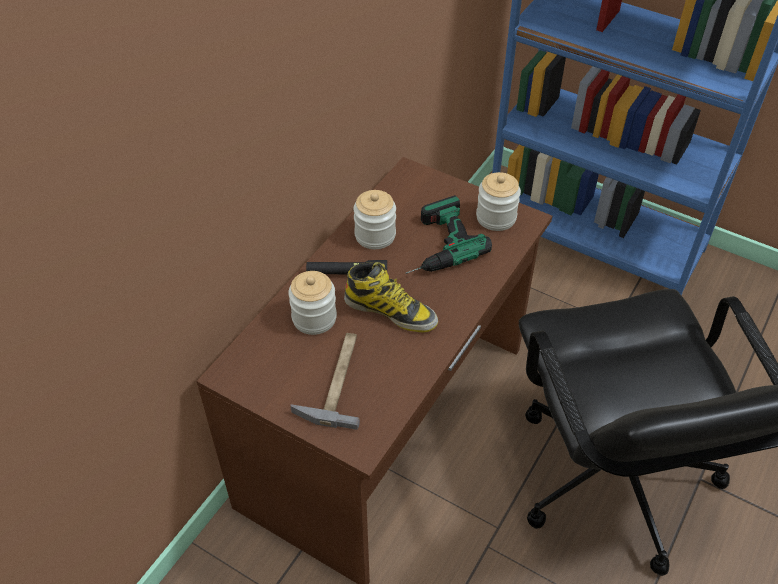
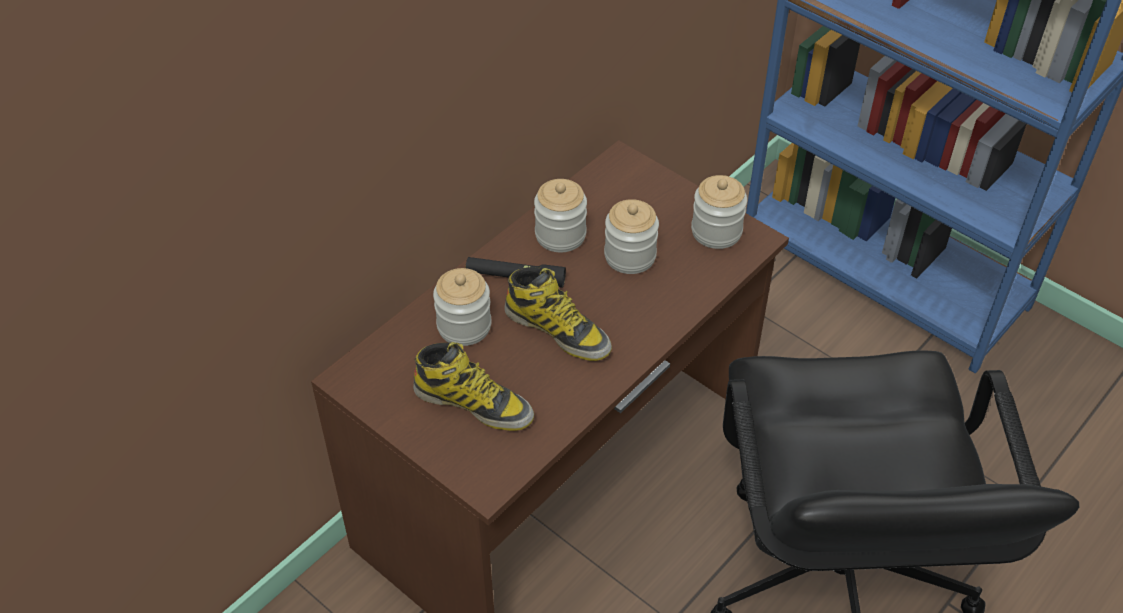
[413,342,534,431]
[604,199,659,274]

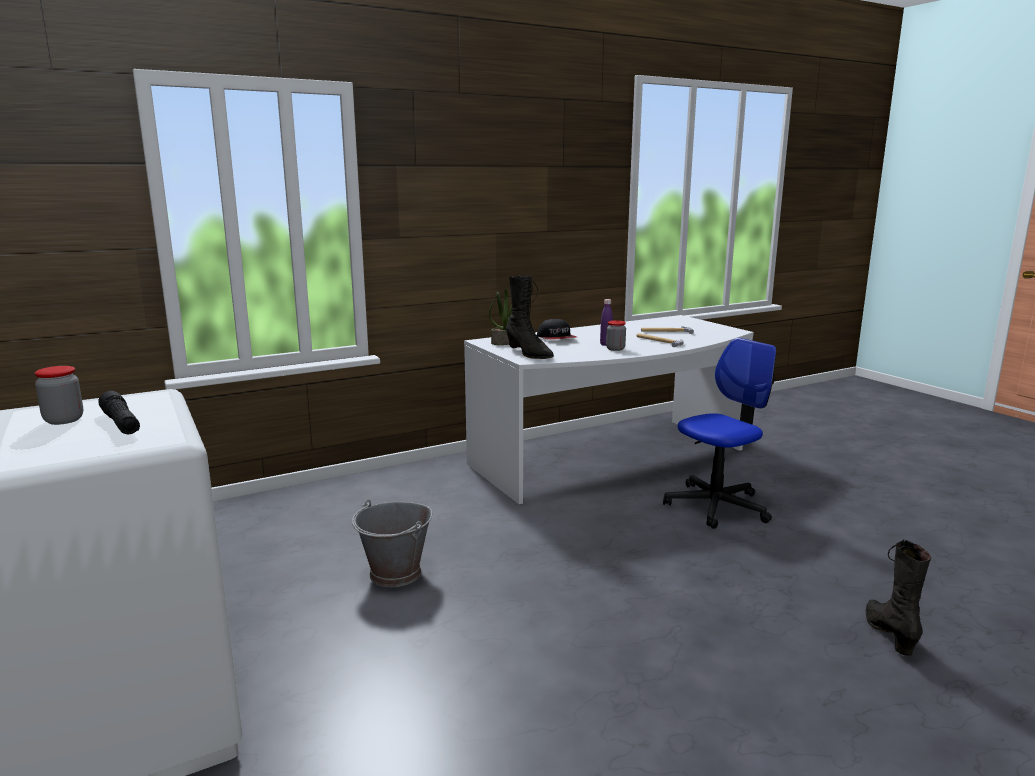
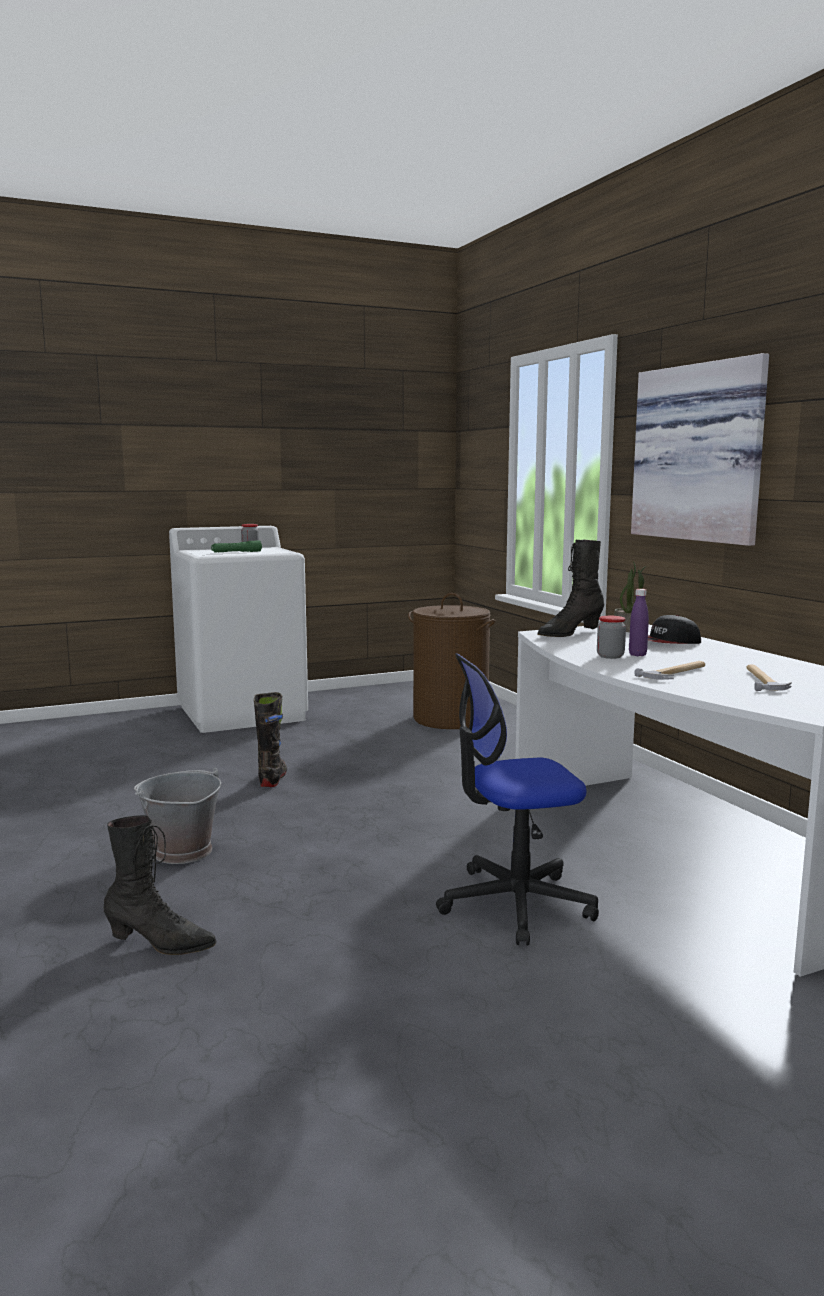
[134,767,221,864]
[211,540,262,552]
[254,692,287,787]
[408,593,495,729]
[436,653,599,945]
[631,353,769,546]

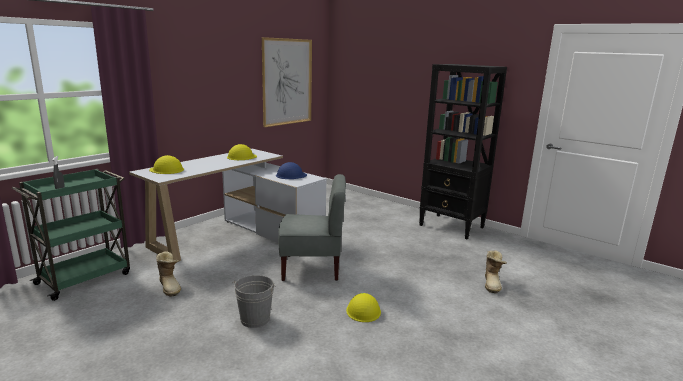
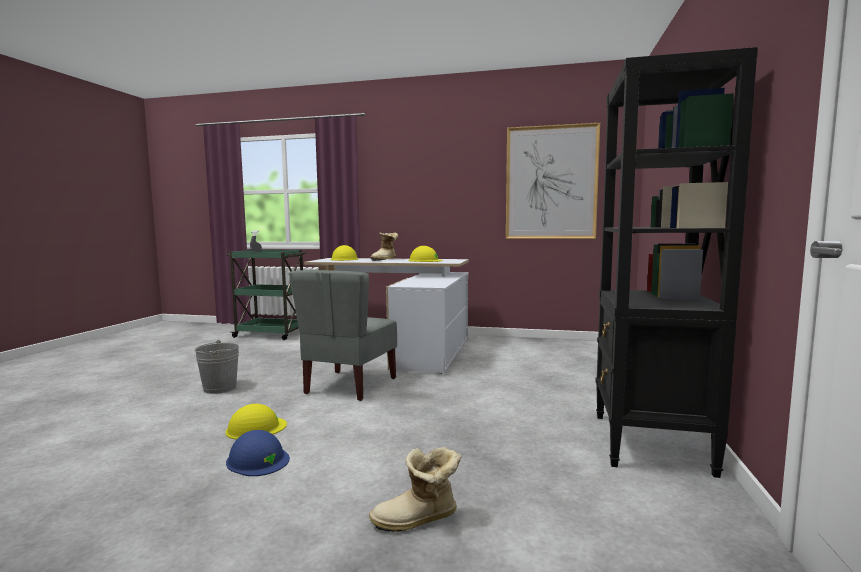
[226,430,290,476]
[289,270,397,401]
[370,232,398,261]

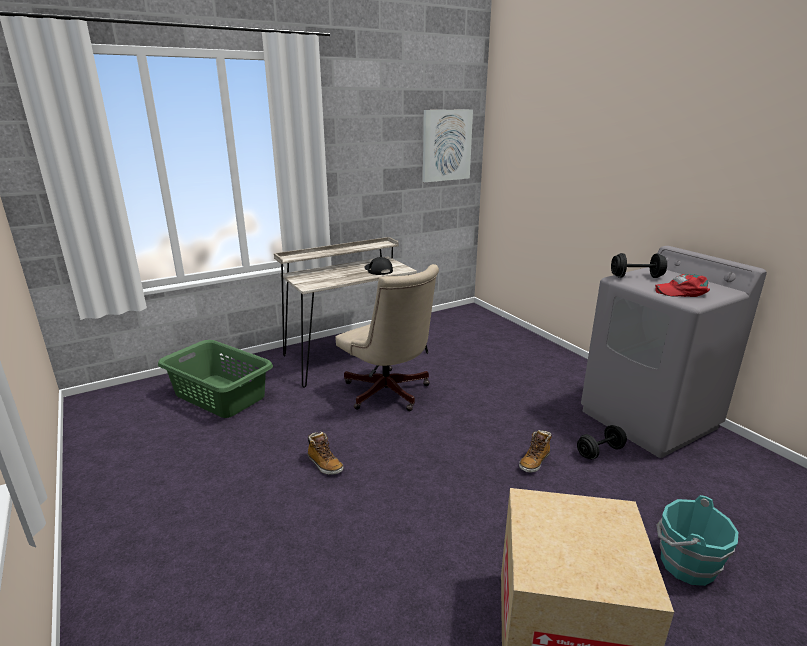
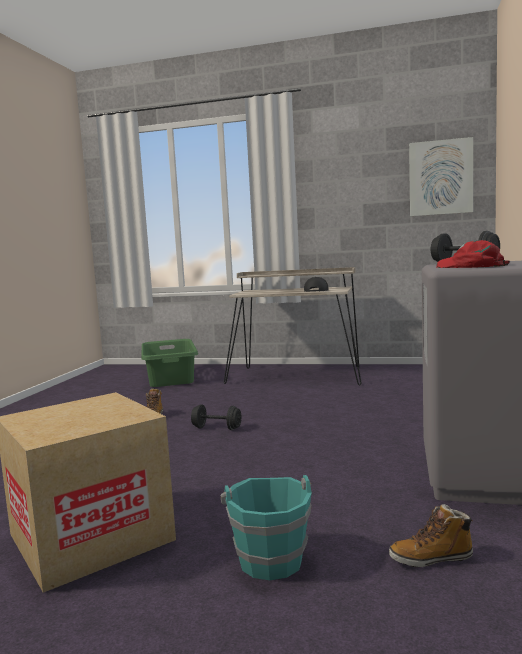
[191,404,241,430]
[389,504,474,567]
[335,264,439,411] (first image)

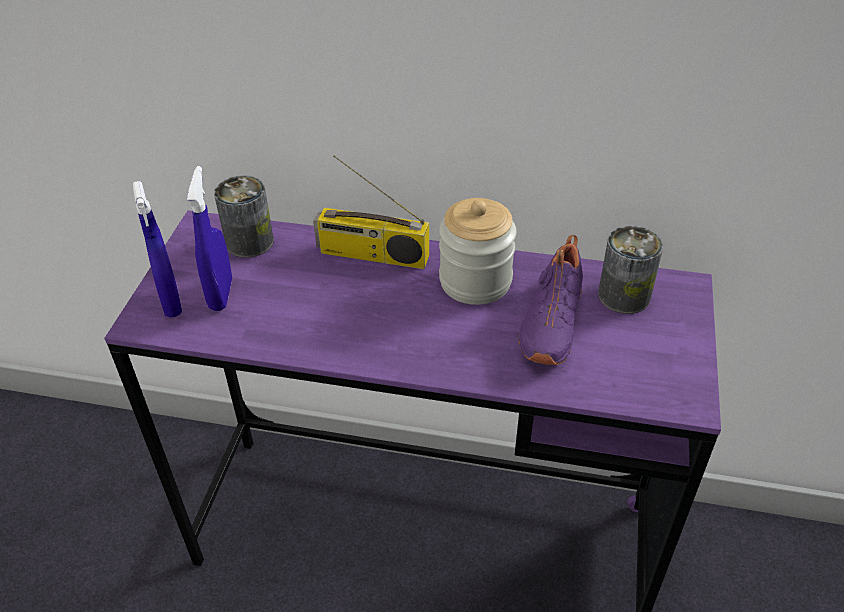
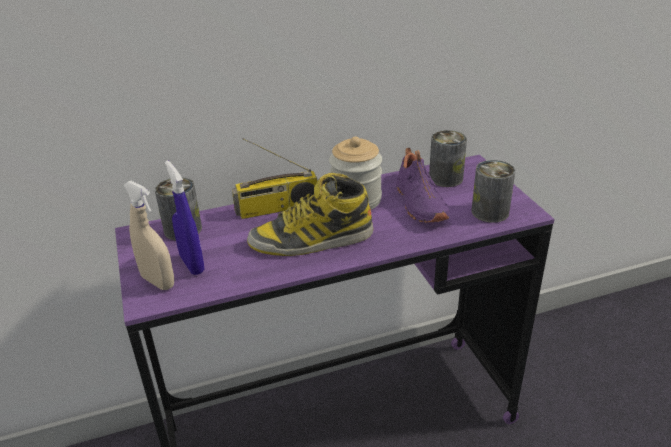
[123,180,174,290]
[247,173,373,256]
[472,160,515,223]

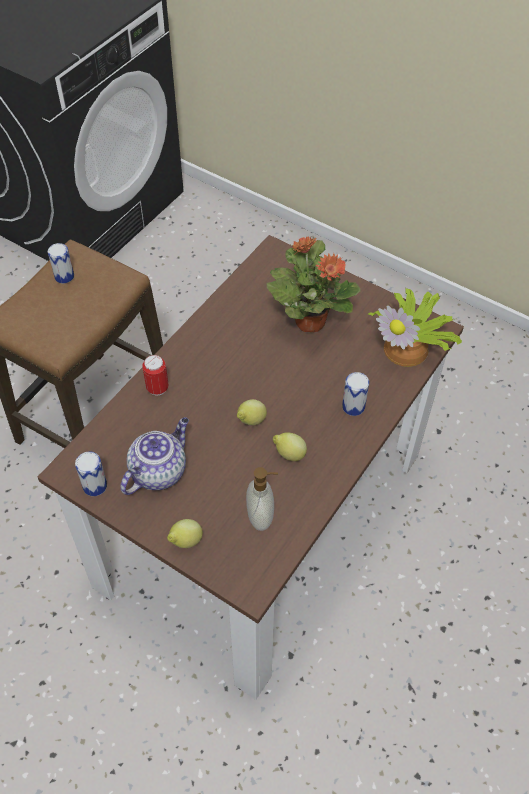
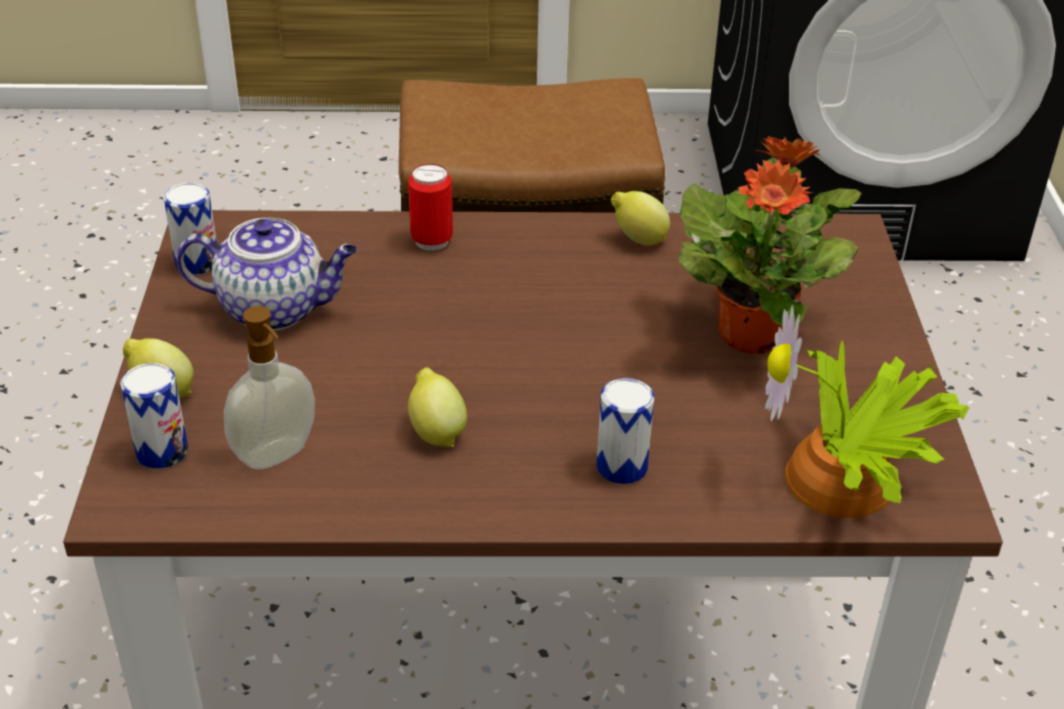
[120,363,188,469]
[611,191,670,246]

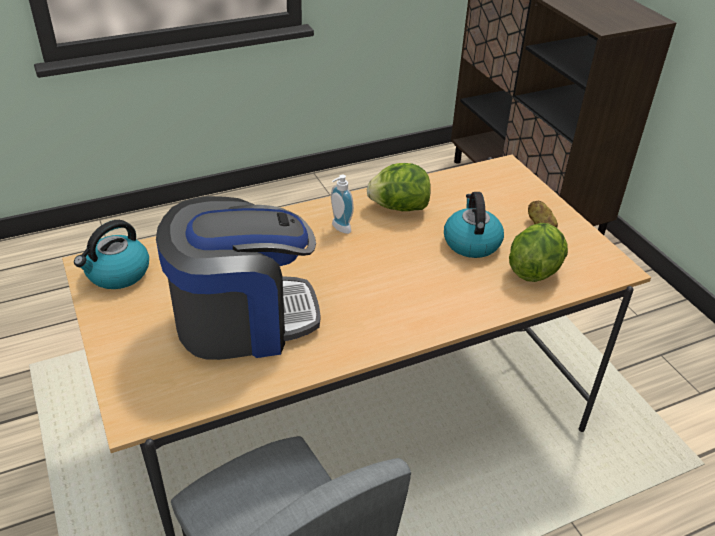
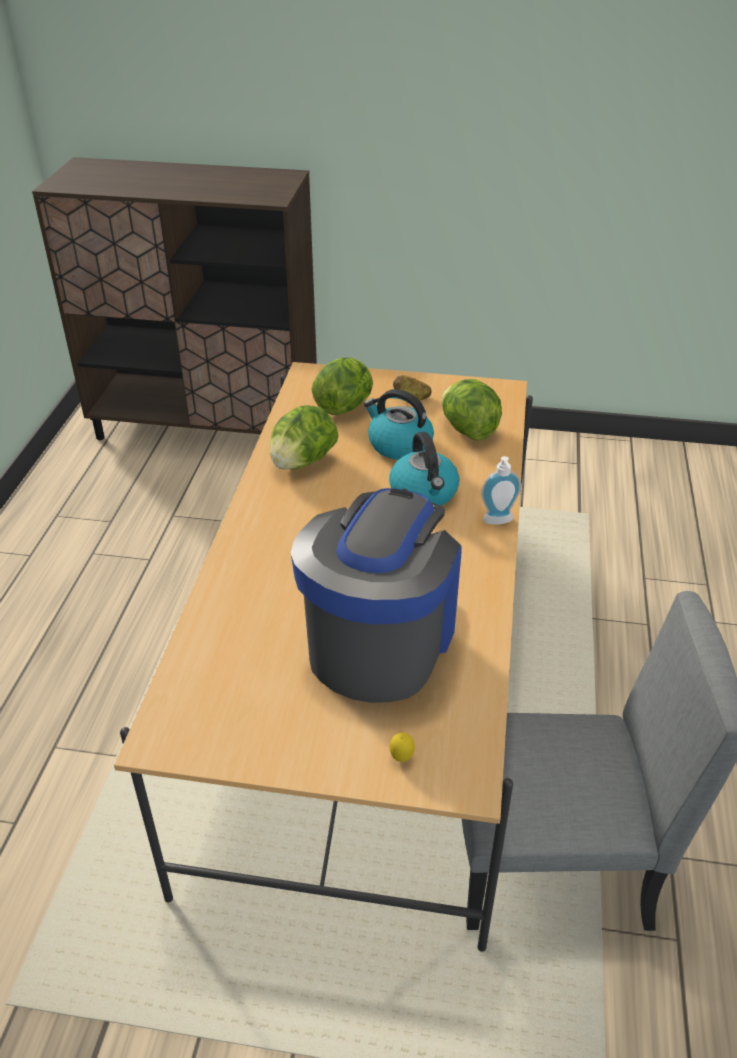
[311,357,373,415]
[389,432,459,506]
[390,733,415,762]
[481,456,521,524]

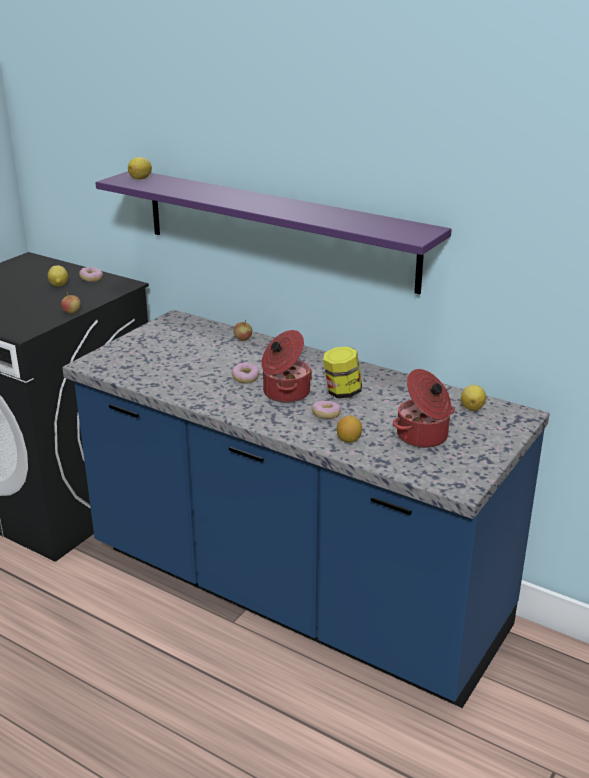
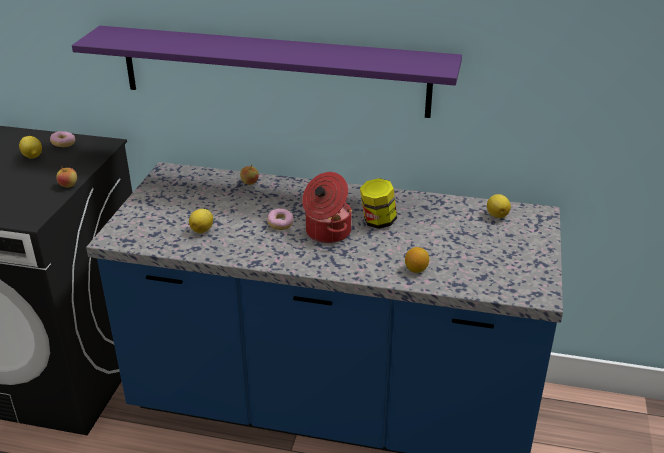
[189,209,213,233]
[311,401,341,419] (first image)
[393,369,455,448] (first image)

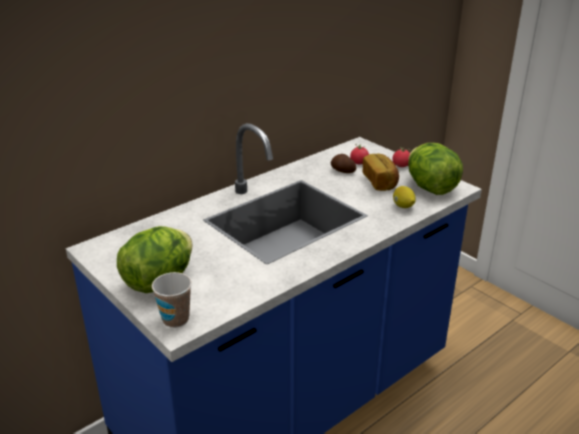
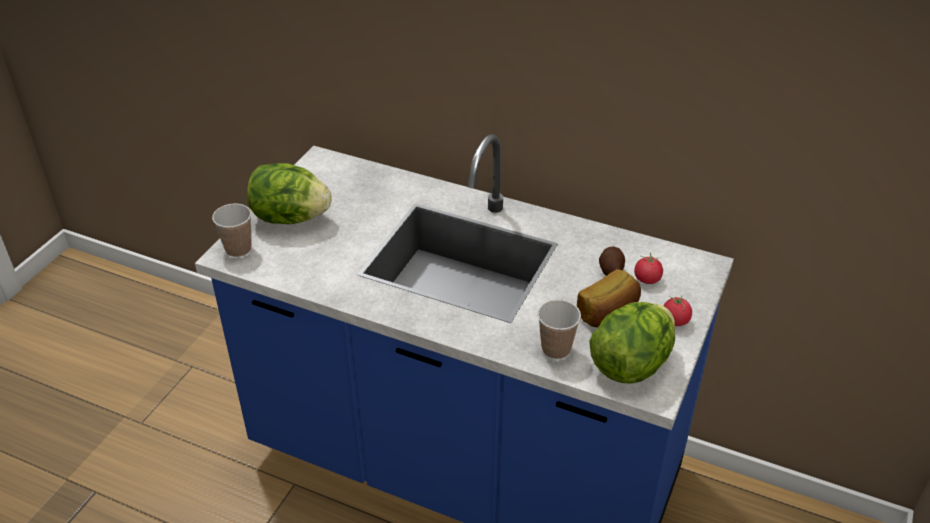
[538,300,581,359]

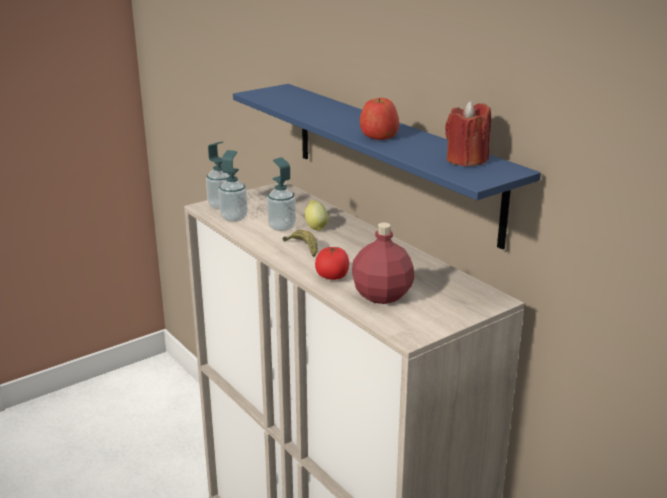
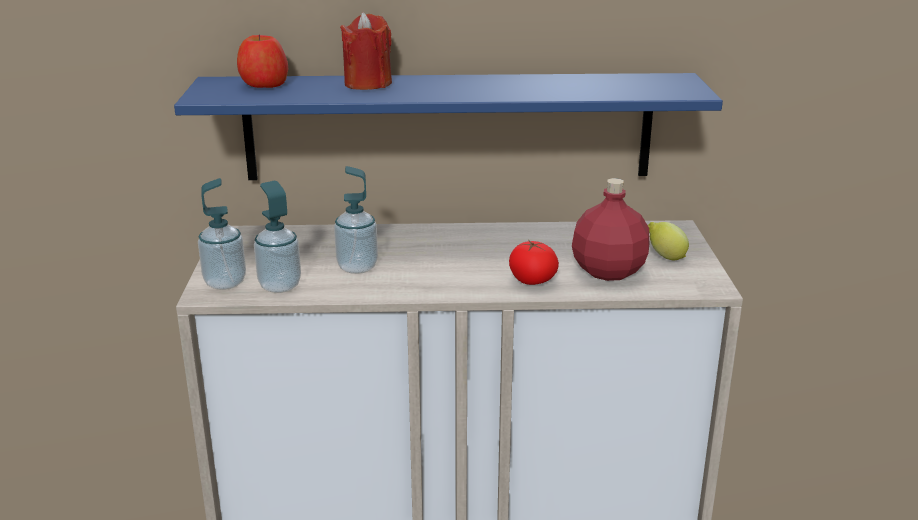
[237,35,288,88]
[340,12,392,90]
[648,222,689,260]
[283,230,318,257] (first image)

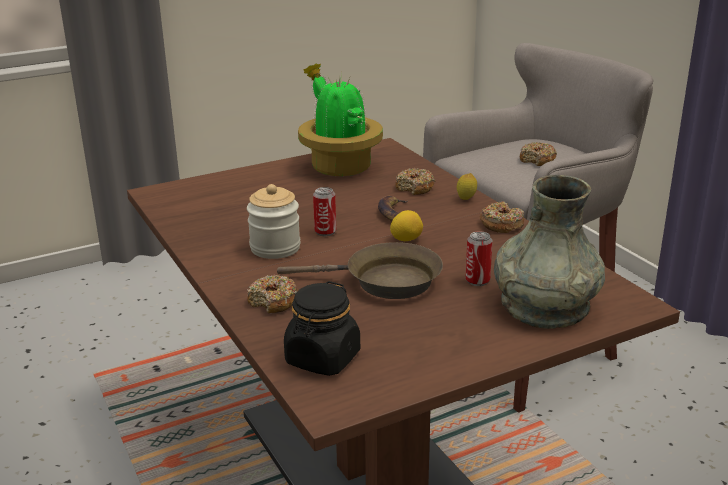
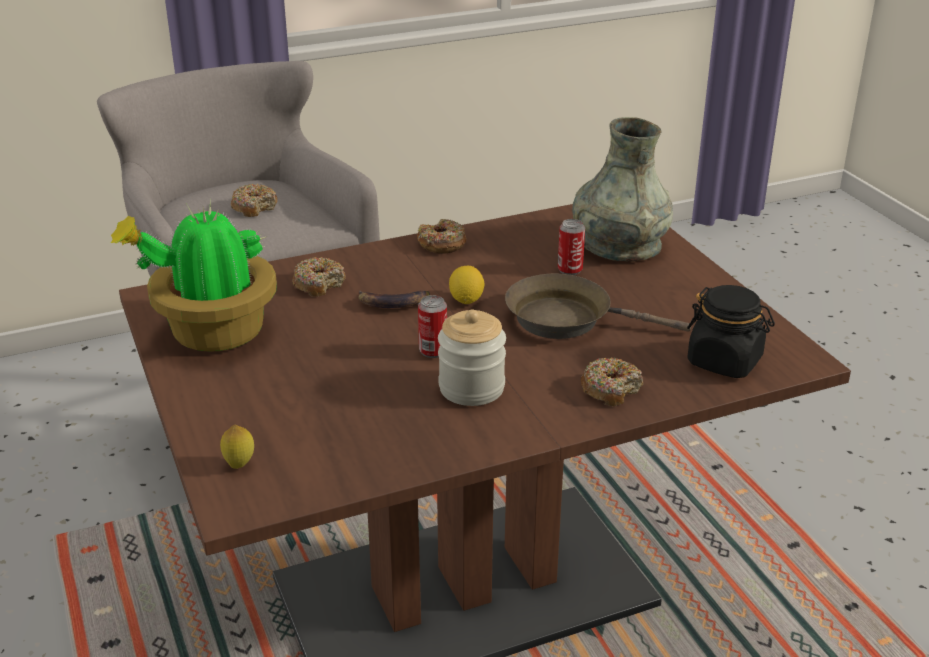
[220,425,254,469]
[505,274,691,339]

